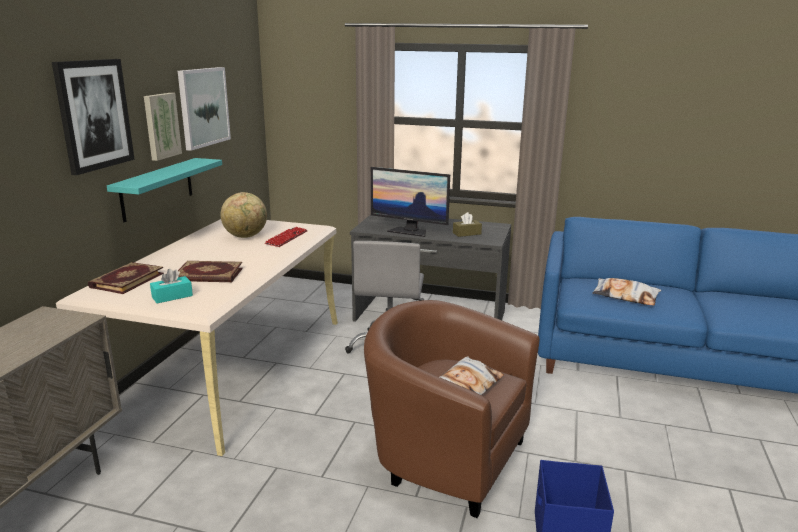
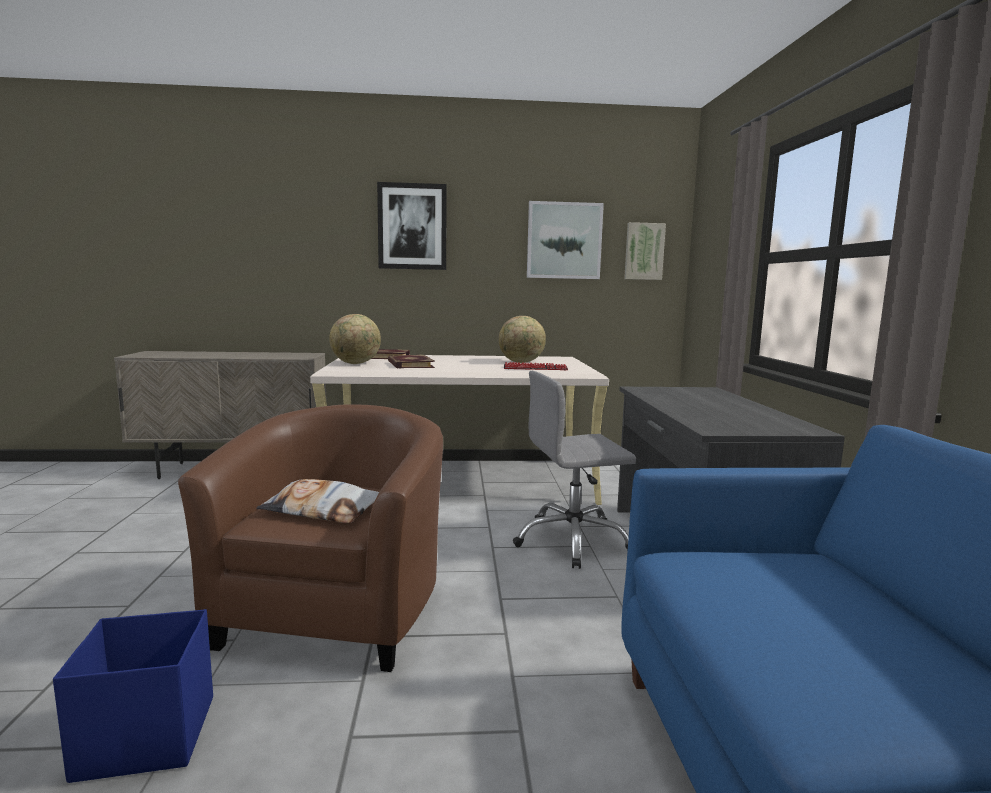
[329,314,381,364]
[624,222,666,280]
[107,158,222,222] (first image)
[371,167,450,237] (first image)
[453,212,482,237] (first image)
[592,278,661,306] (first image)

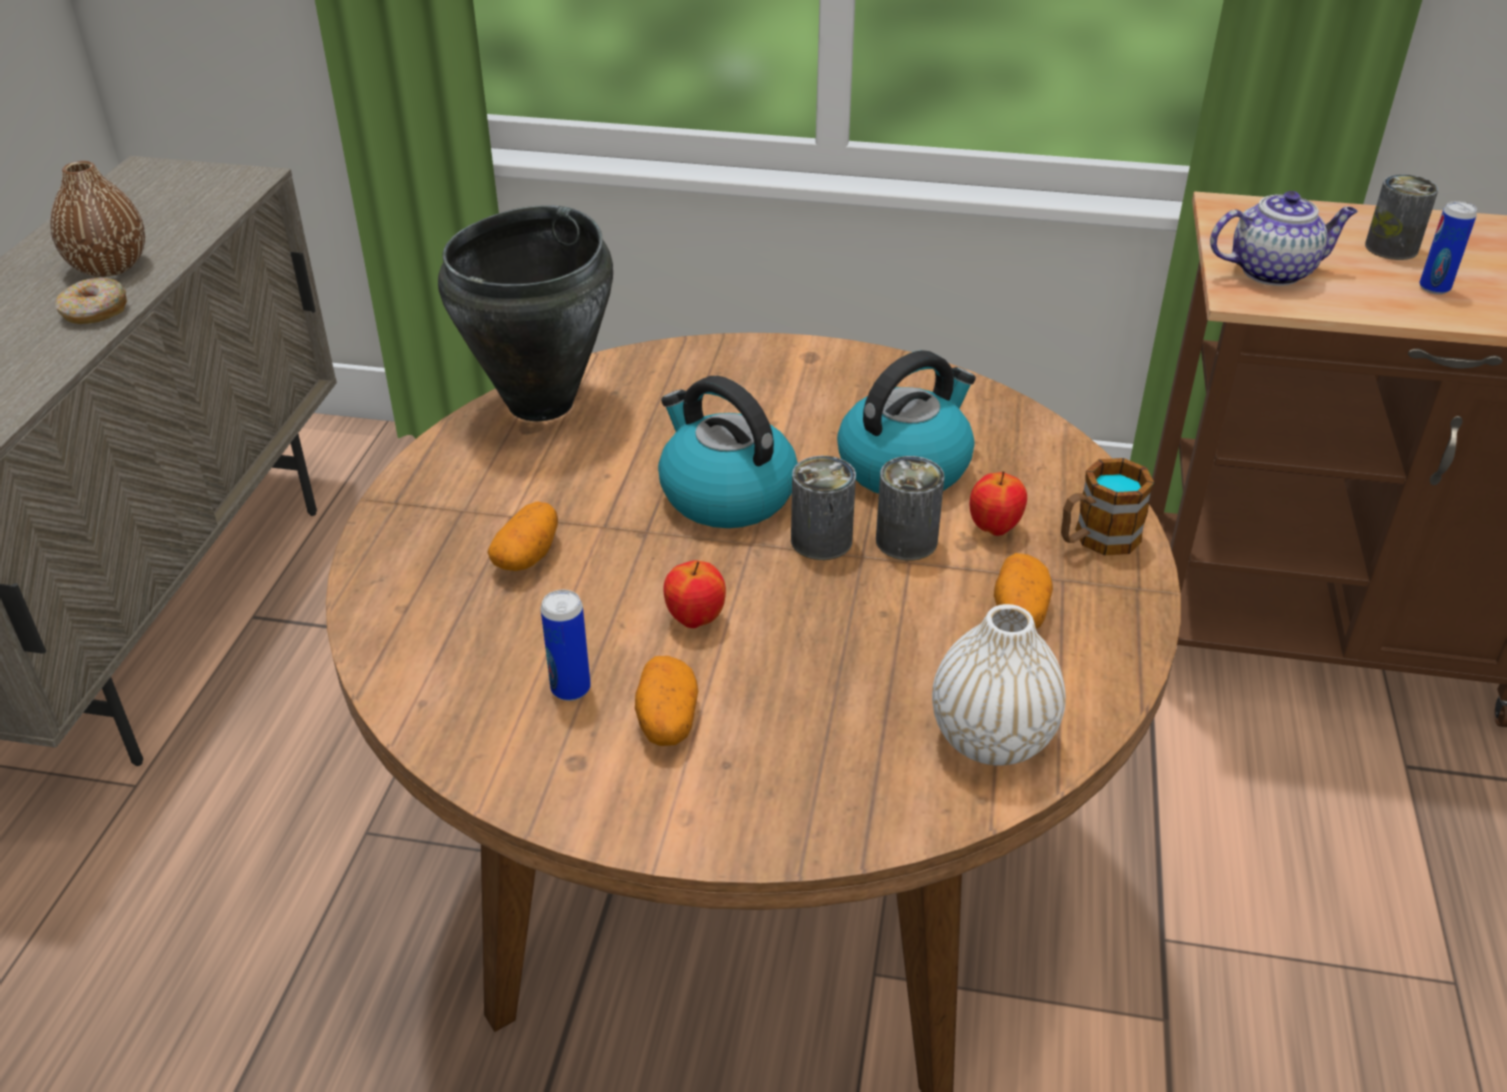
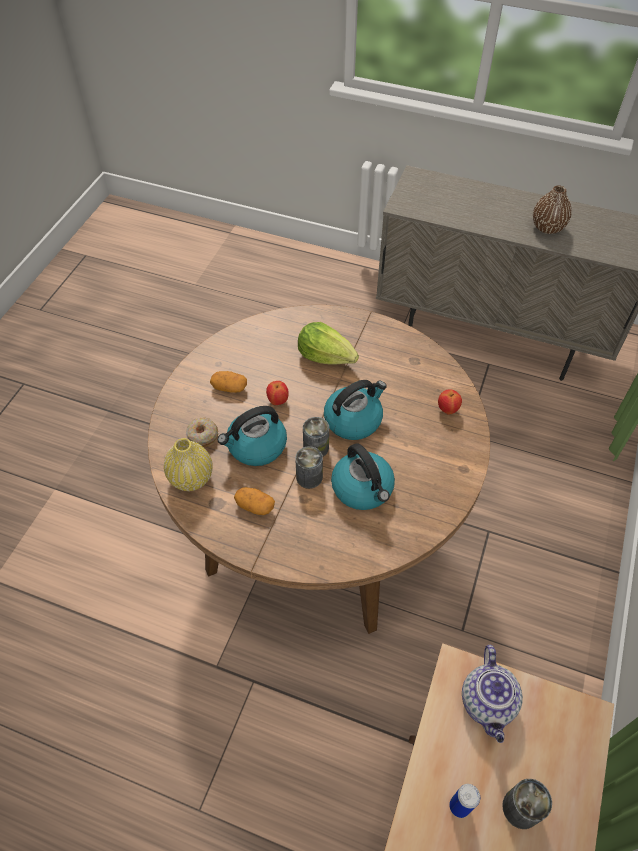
[164,438,213,491]
[186,418,218,447]
[218,406,287,466]
[298,322,359,364]
[438,389,462,415]
[438,205,613,421] (first image)
[541,590,591,701] (first image)
[1061,458,1154,555] (first image)

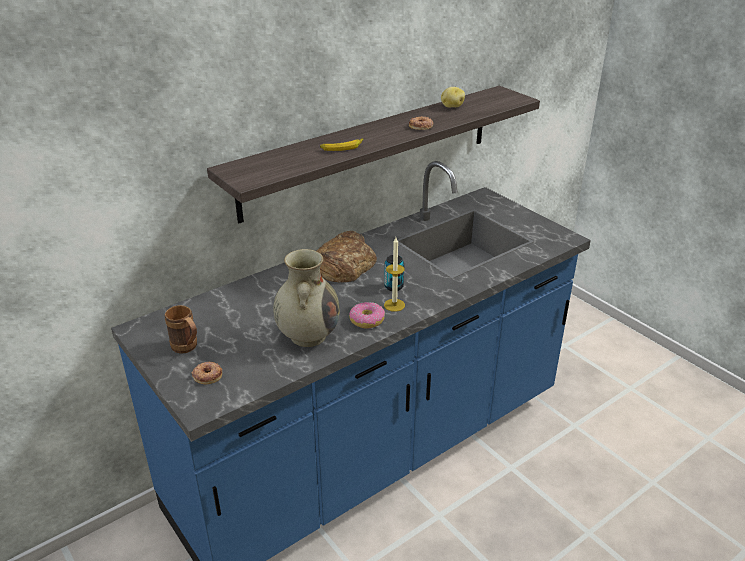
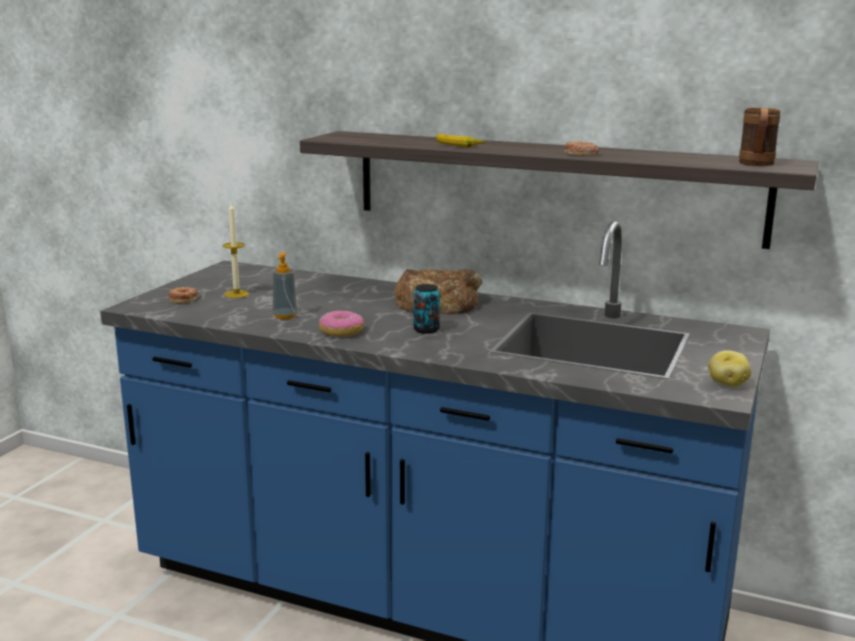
[223,203,249,298]
[273,252,297,319]
[708,350,751,387]
[739,108,780,166]

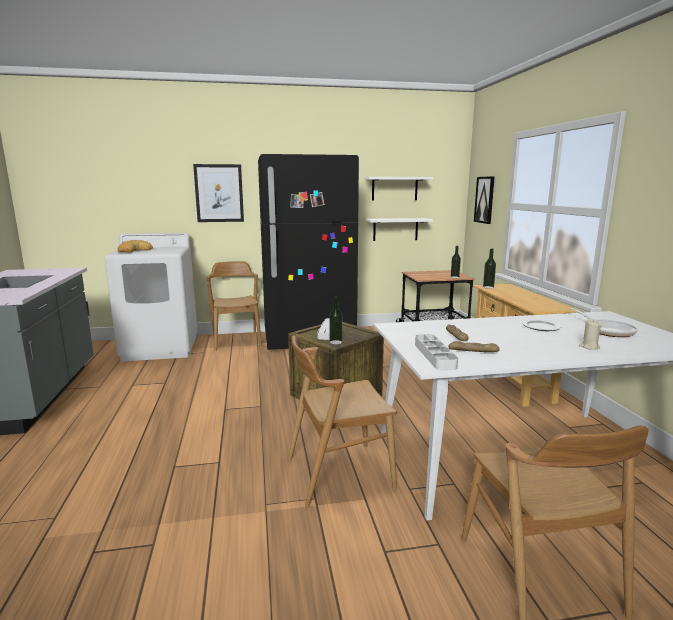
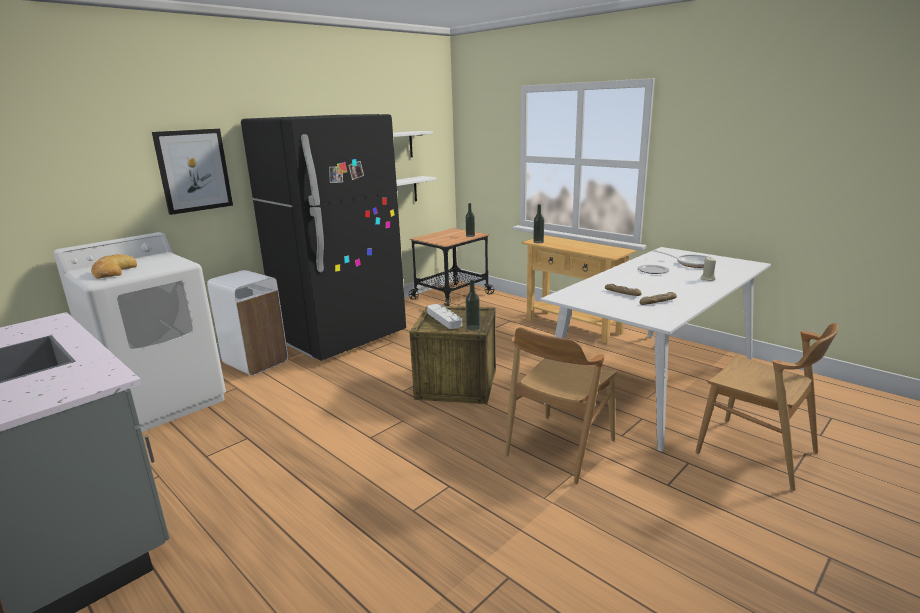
[207,270,288,376]
[415,334,458,371] (first image)
[474,176,495,224] (first image)

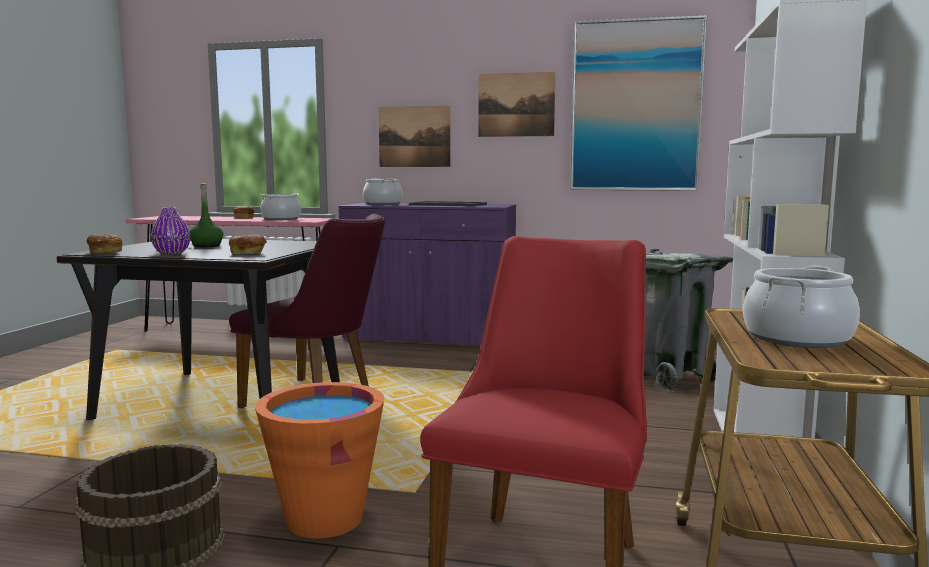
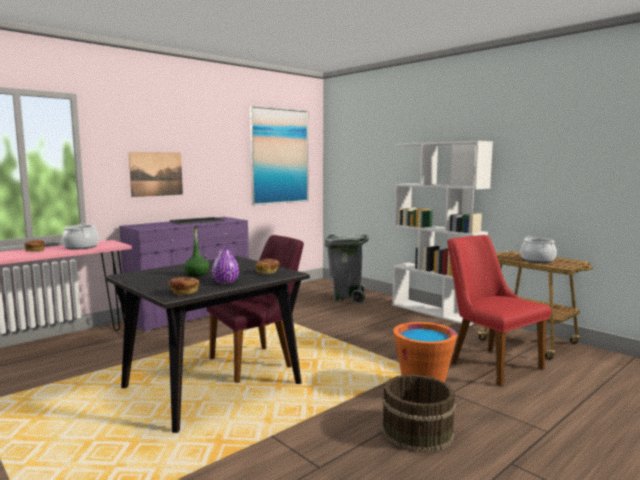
[363,178,403,205] (first image)
[478,72,555,137] (first image)

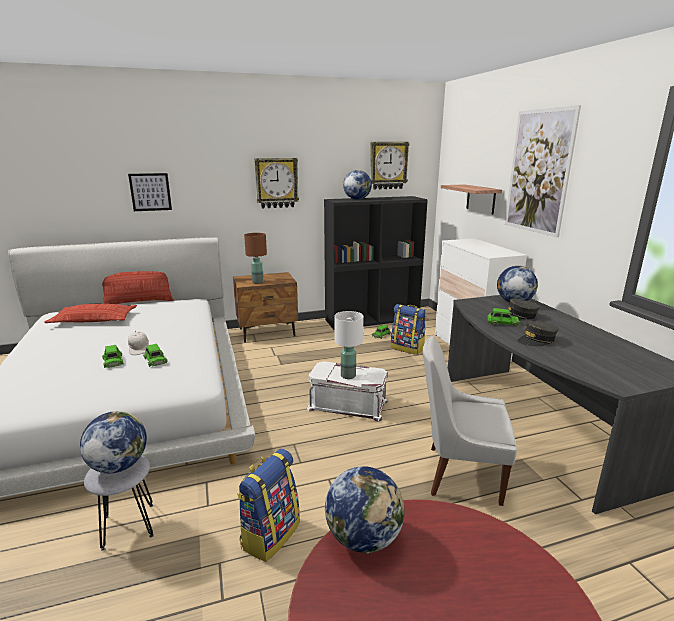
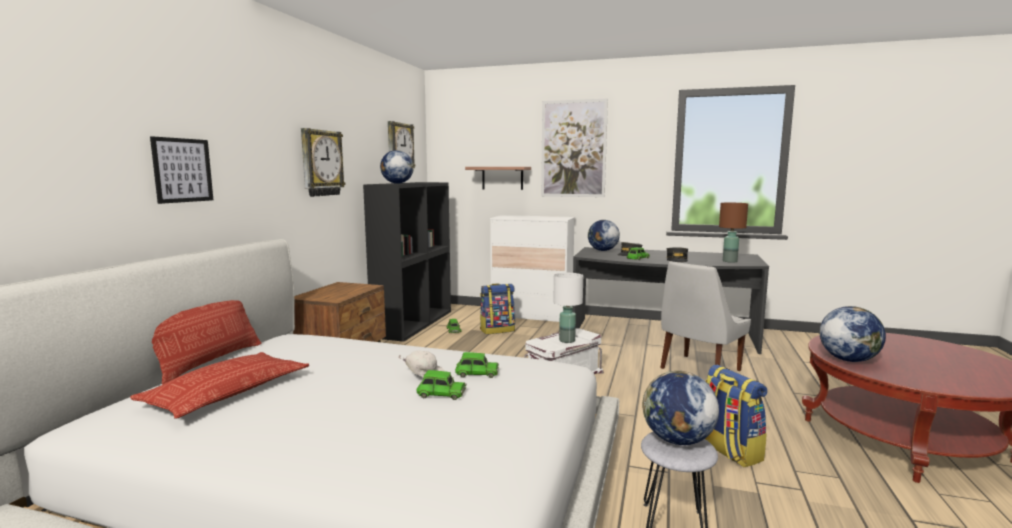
[719,203,748,263]

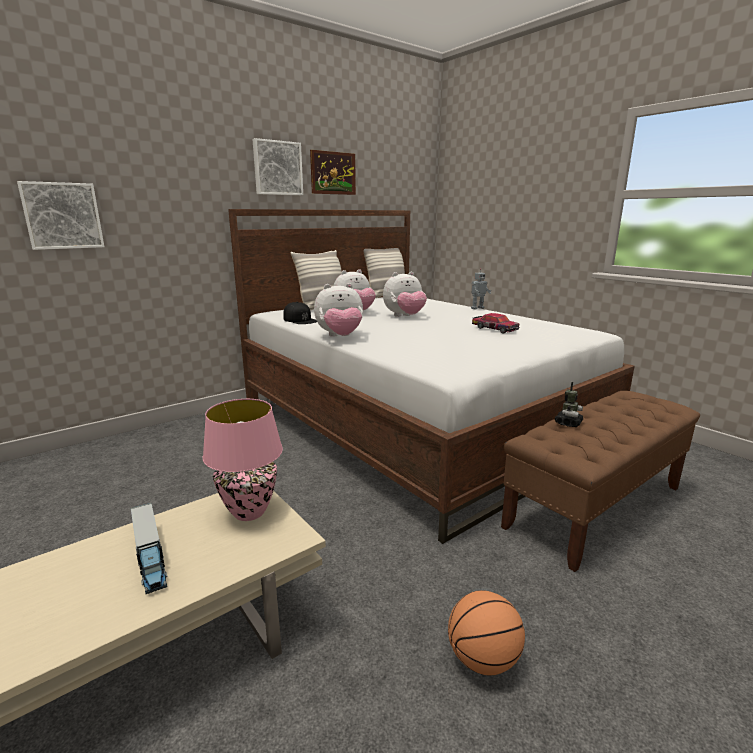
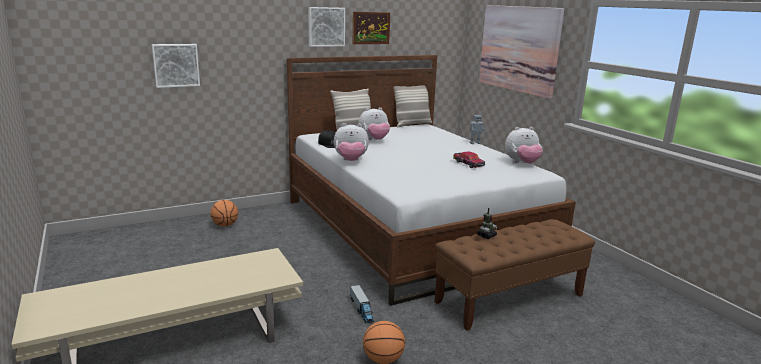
[210,200,238,227]
[350,285,374,323]
[479,5,564,99]
[505,127,543,163]
[203,399,283,521] (first image)

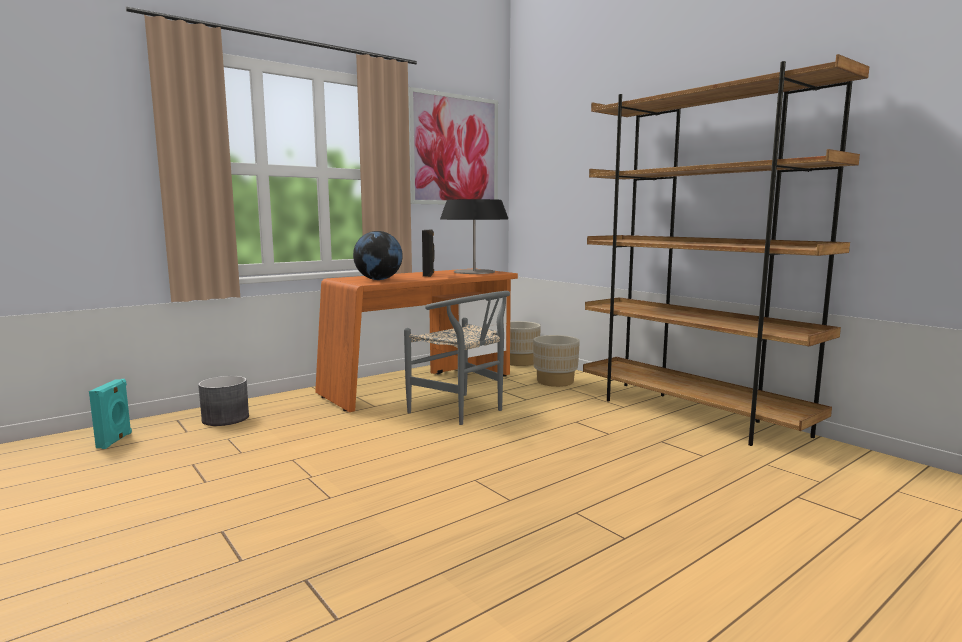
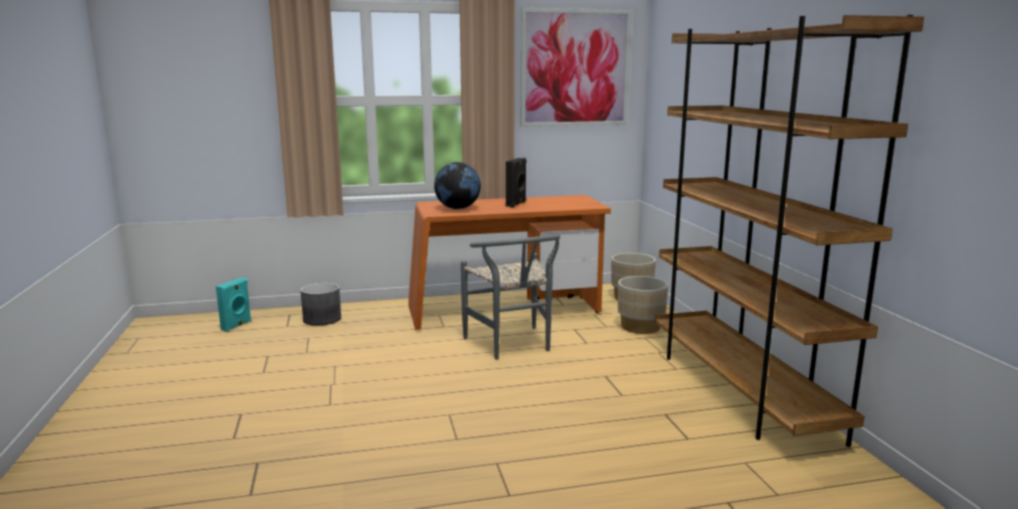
[440,199,508,274] (first image)

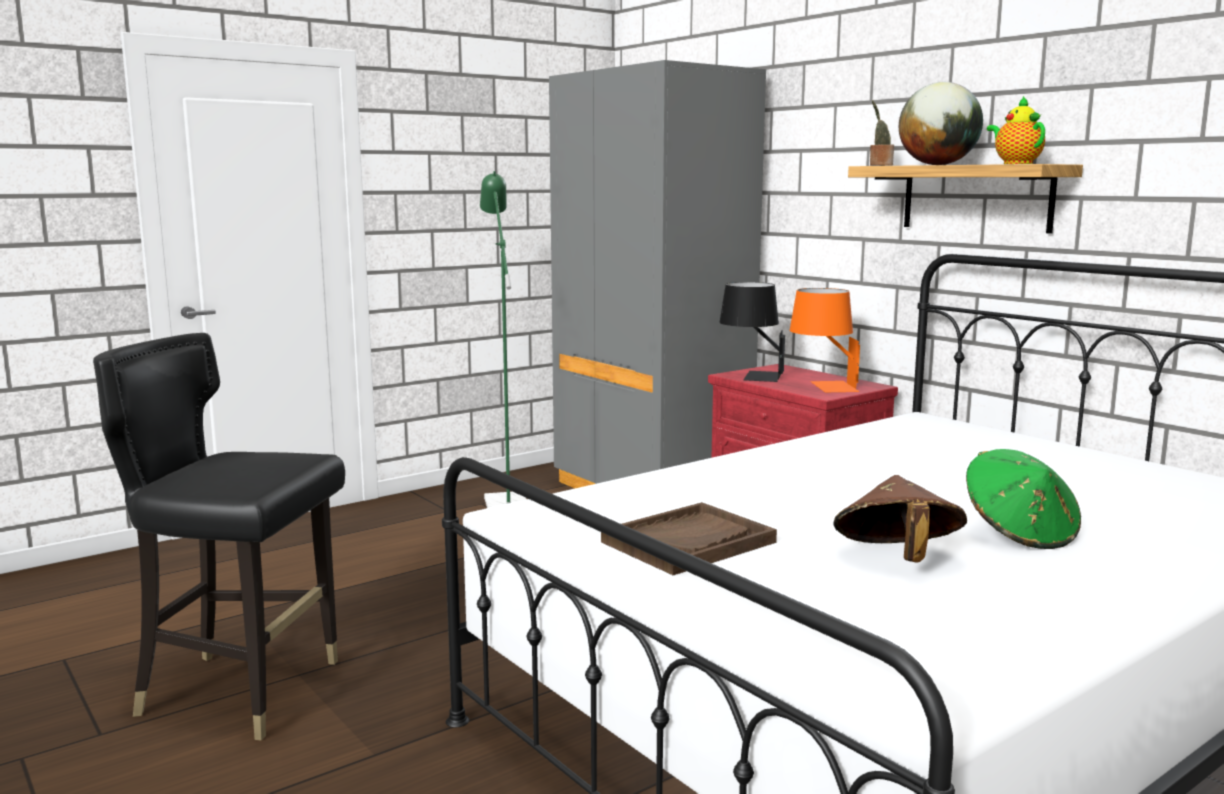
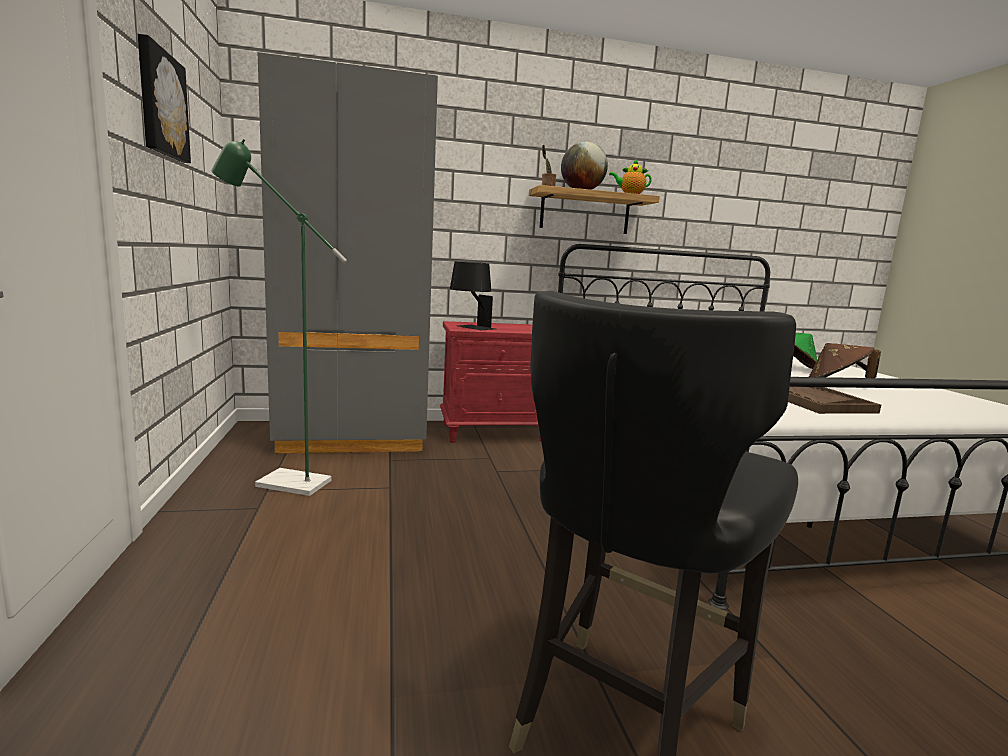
[138,34,191,163]
[790,288,860,392] (first image)

